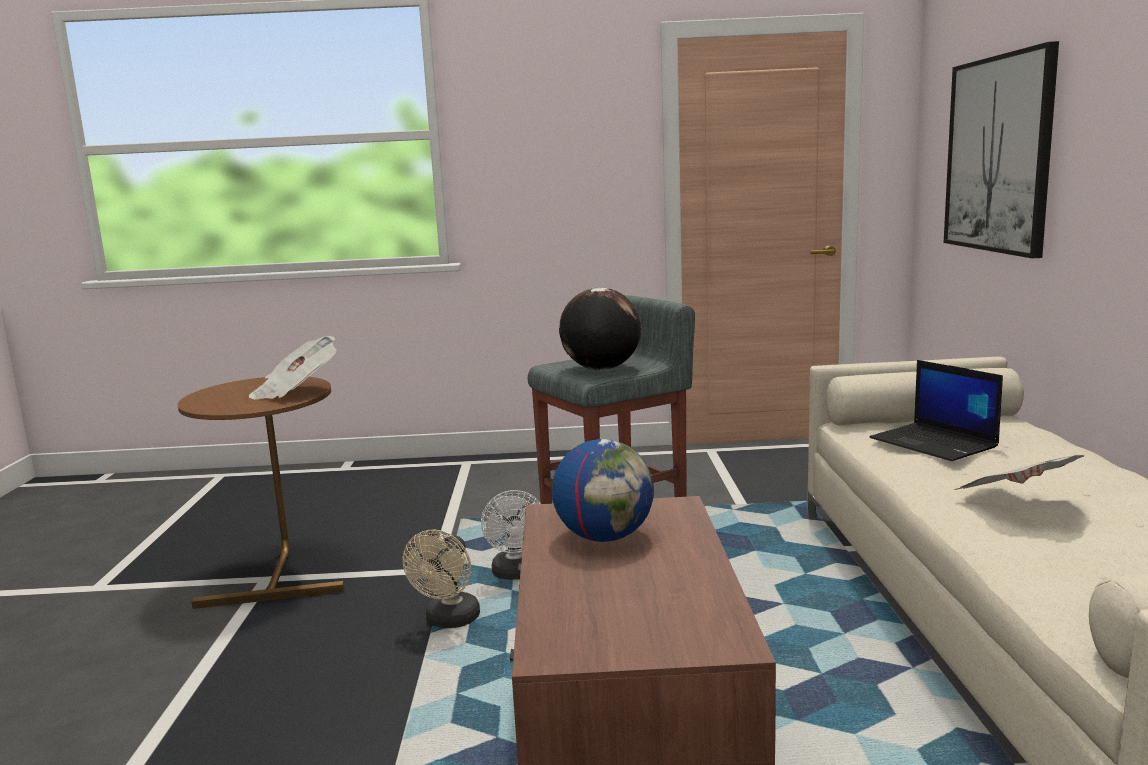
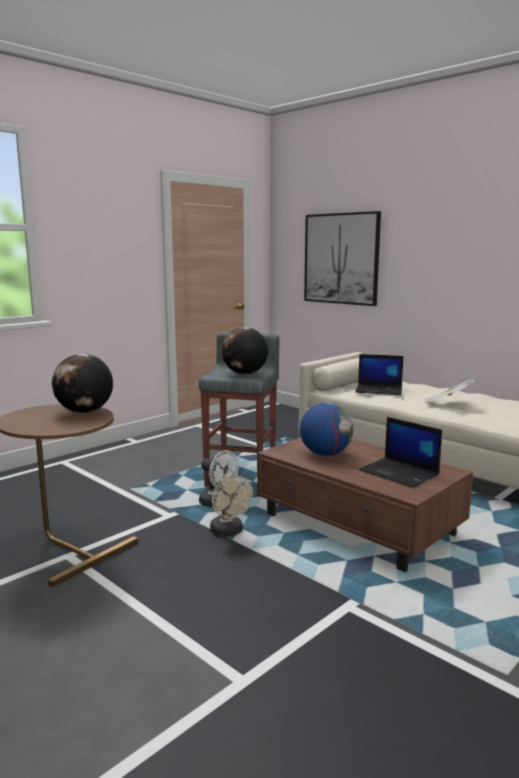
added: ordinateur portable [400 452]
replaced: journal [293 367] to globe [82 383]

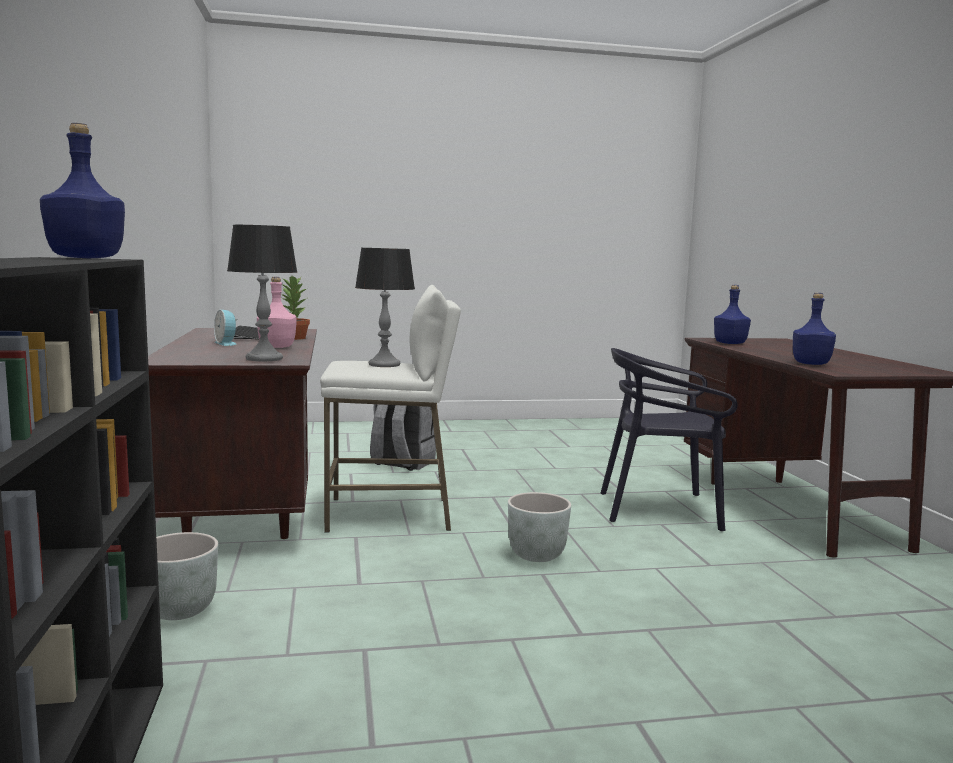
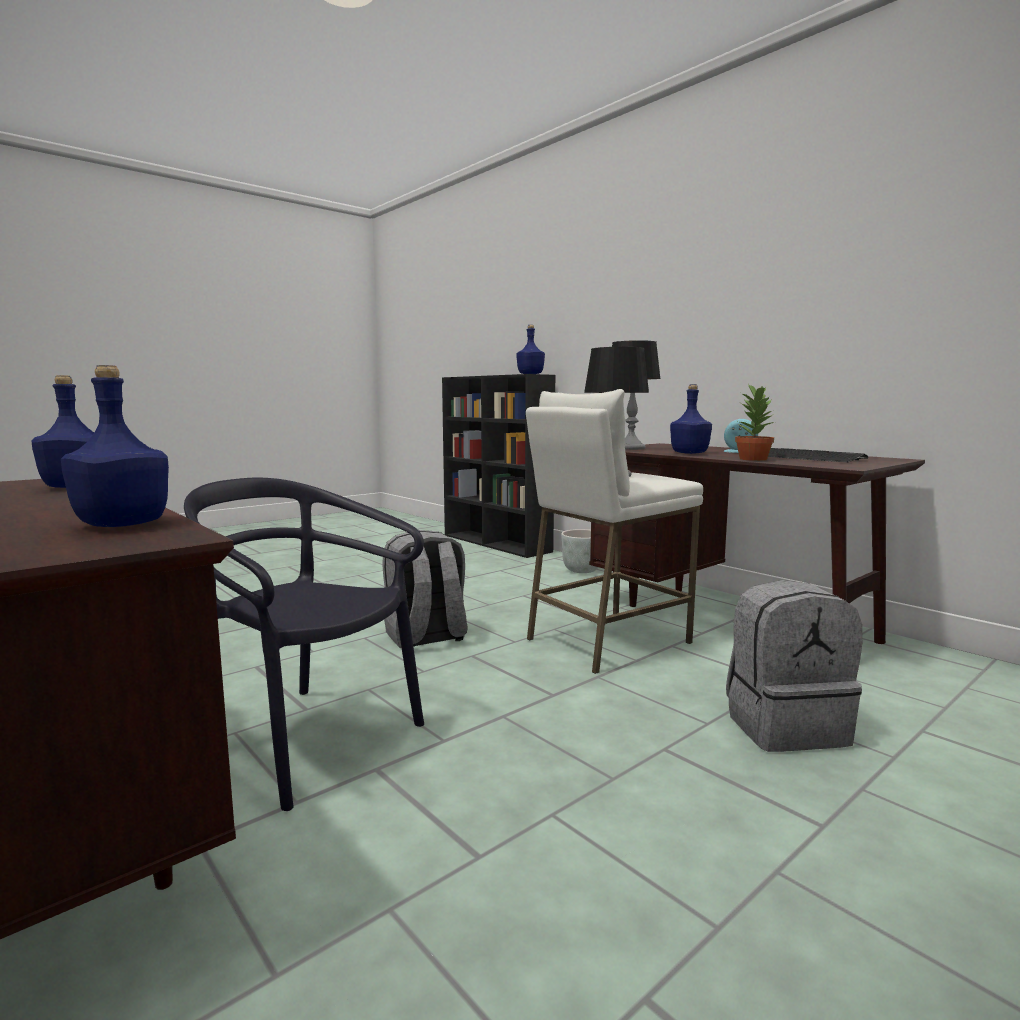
replaced: cache-pot [gris] [539 527] to sac à dos [gris] [425 589]
recoloured: bouteille [rose] [277 312] to bouteille [bleu] [691 419]
turned: chaise [noir] [669 440] = [304 644] 120 degrees counterclockwise

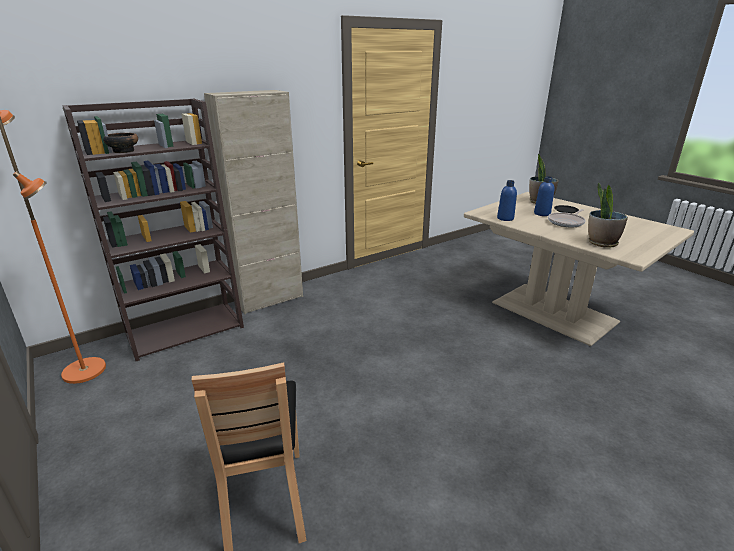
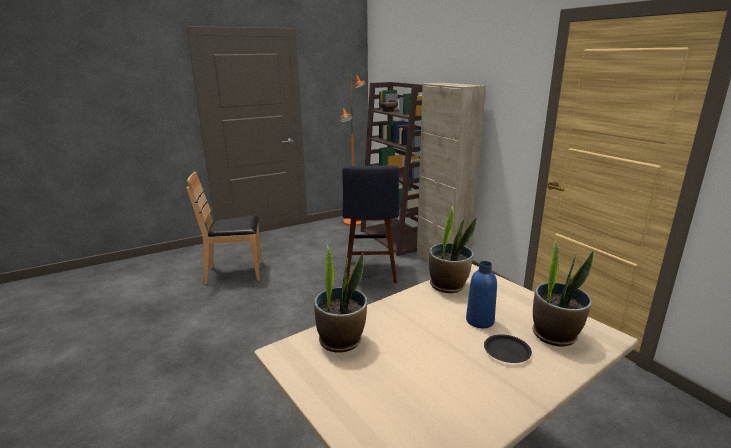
removed: poêle [567 218]
added: tabouret [bleu] [370 224]
replaced: bouteille [bleu] [507 200] to plante en pot [453 249]

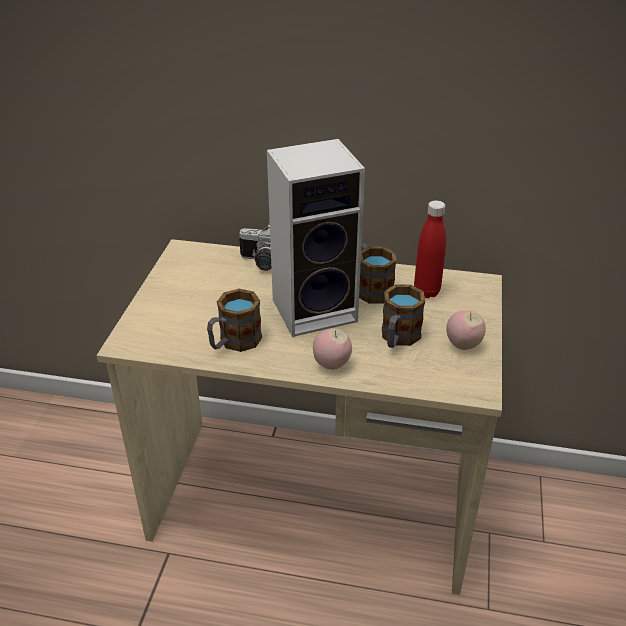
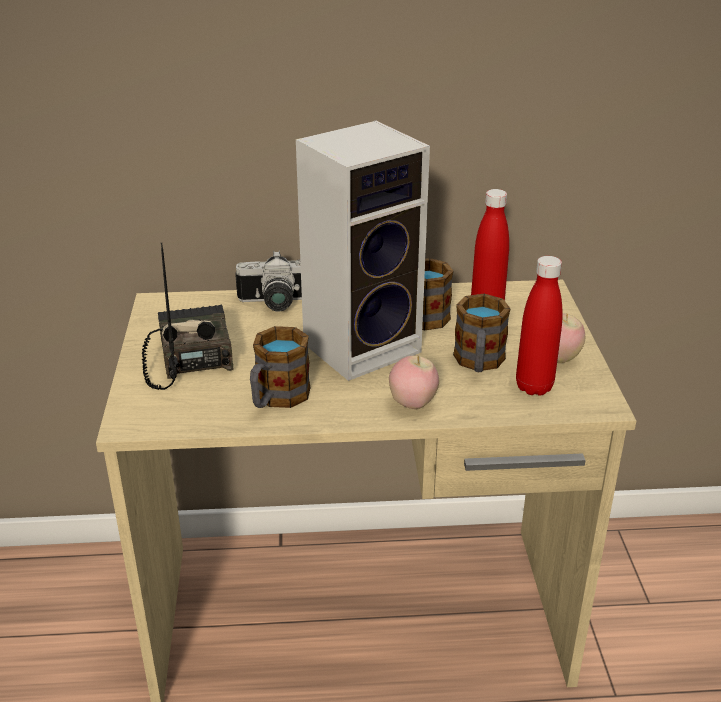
added: radio [188 316]; bouteille [rouge] [539 326]

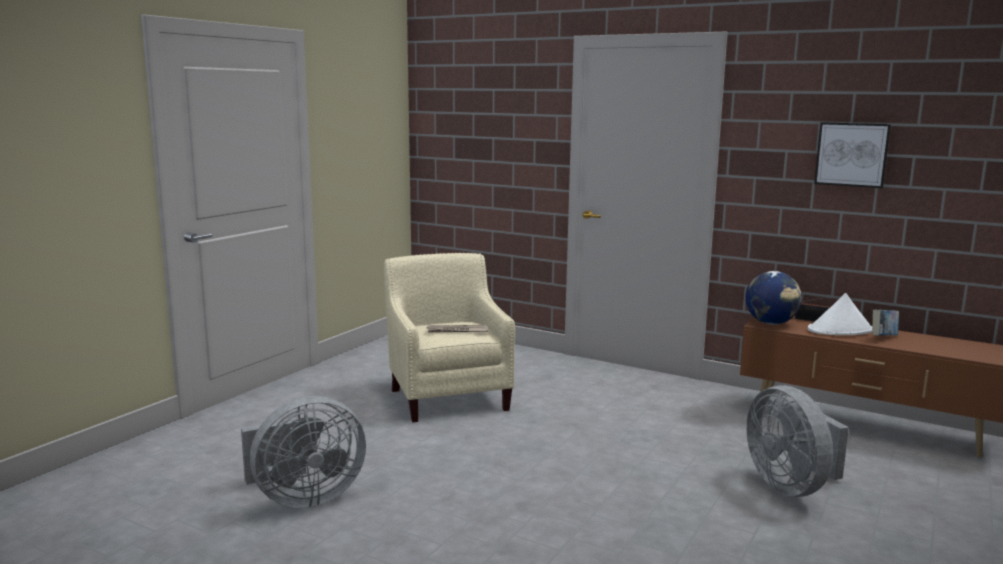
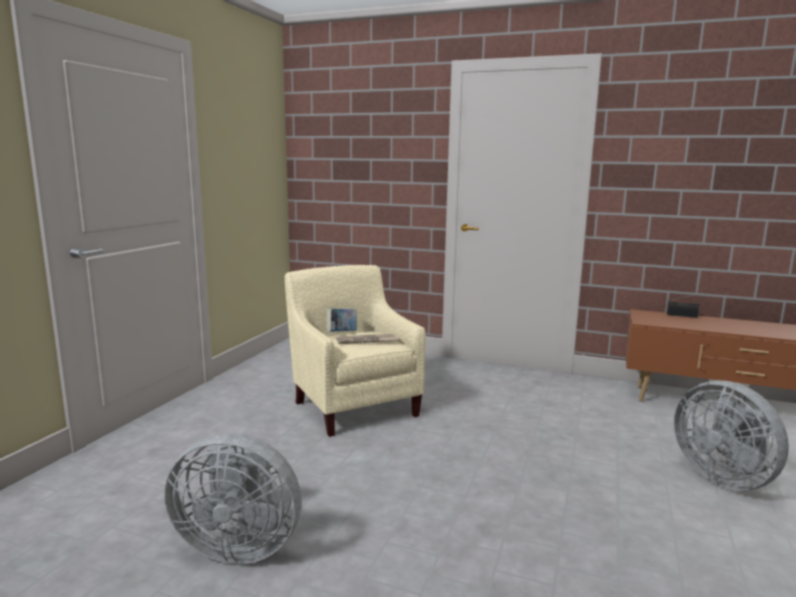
removed: globe [773 297]; chapeau [blanc] [840 314]; tableau [852 155]
moved: livre [885 323] to [341 320]
turned: ventilateur [gris] [303 452] = [233 498] 45 degrees clockwise

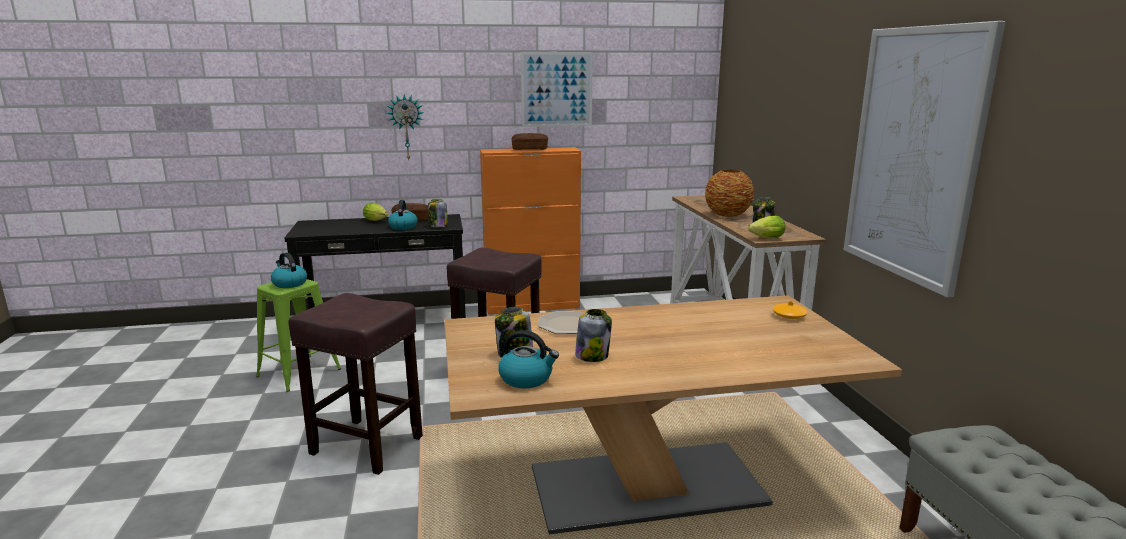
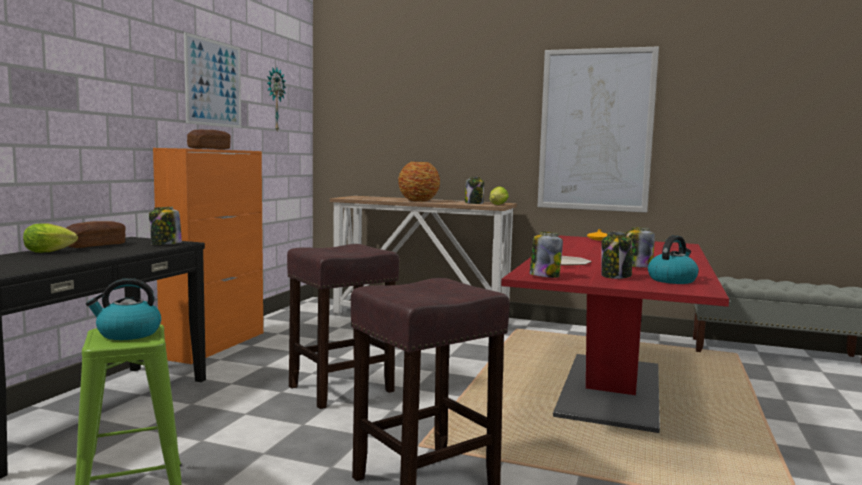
removed: bouilloire [403 215]
added: bocal [546 254]
moved: horloge murale [405 127] to [276 99]
recoloured: table à manger [beige] [673 414] to table à manger [rouge] [615 334]

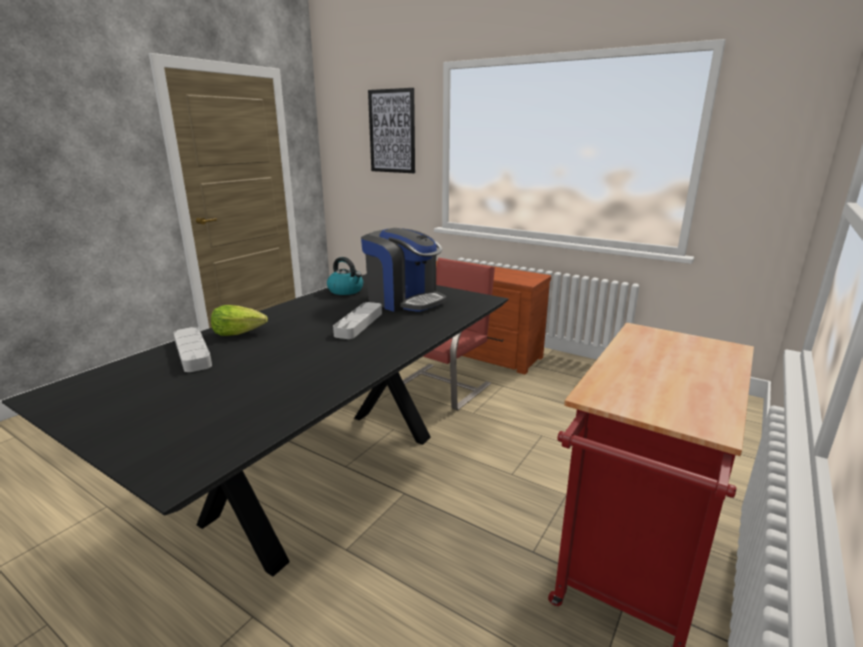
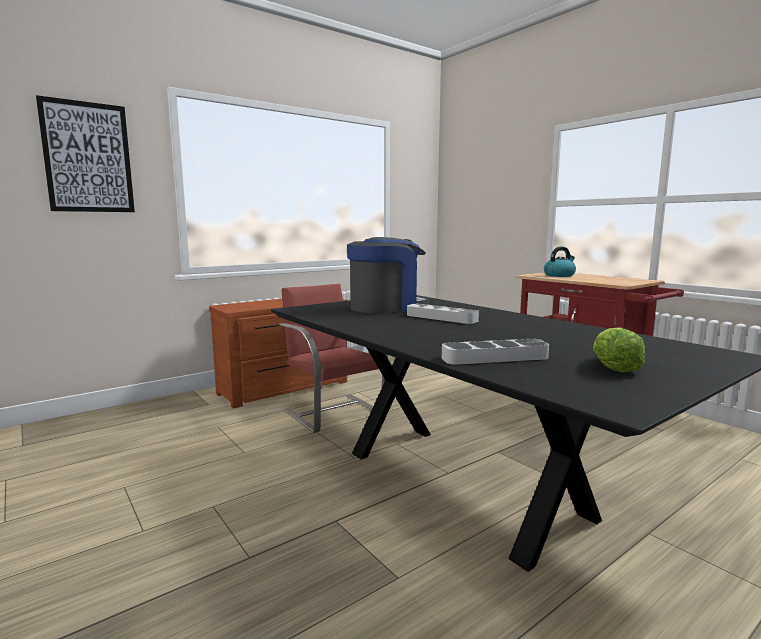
moved: laitue [239 320] to [619 349]; bouilloire [345 276] to [560 262]

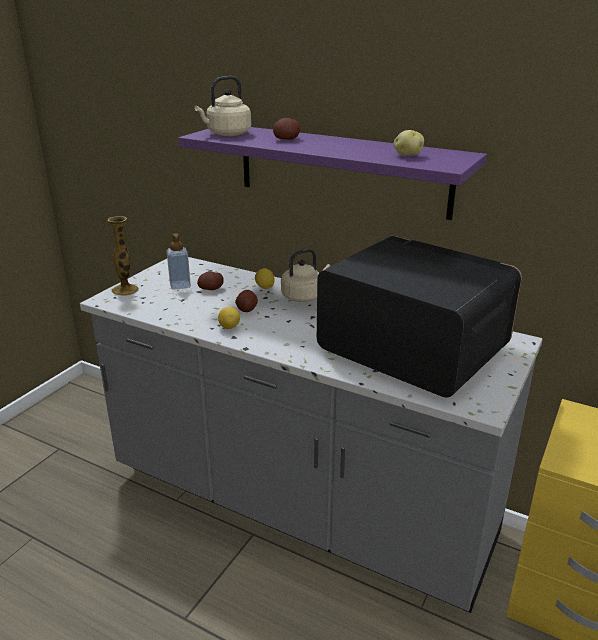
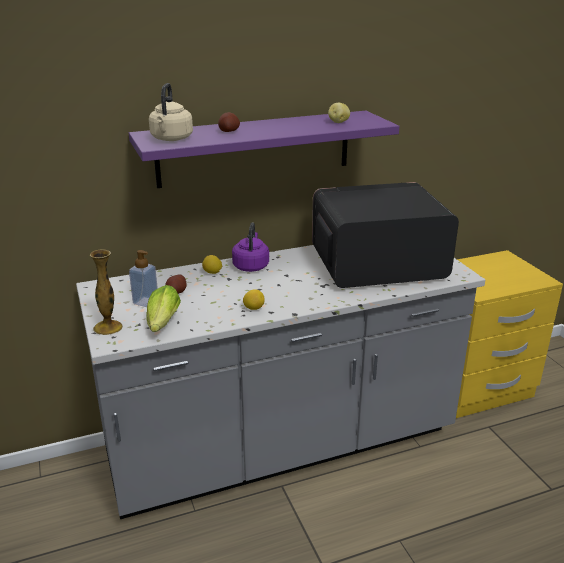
removed: pomme de terre [246 301]
added: laitue [163 308]
recoloured: bouilloire [beige] [305 275] to bouilloire [violet] [250 247]

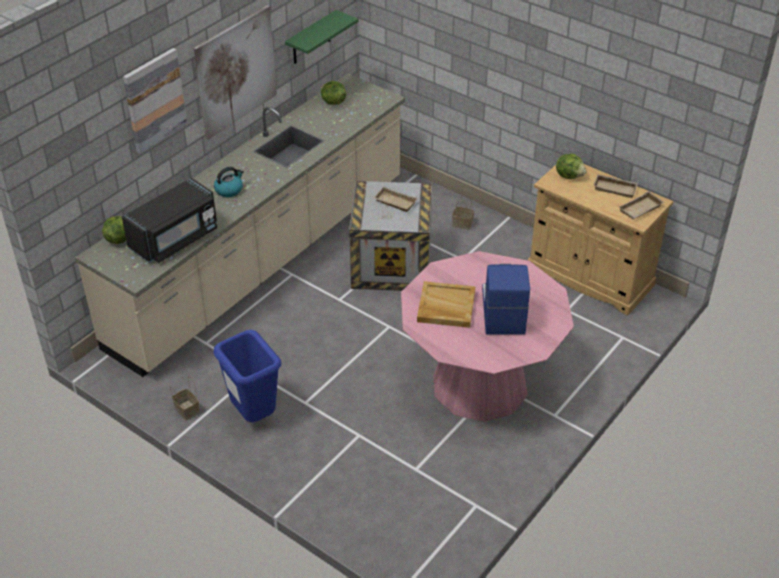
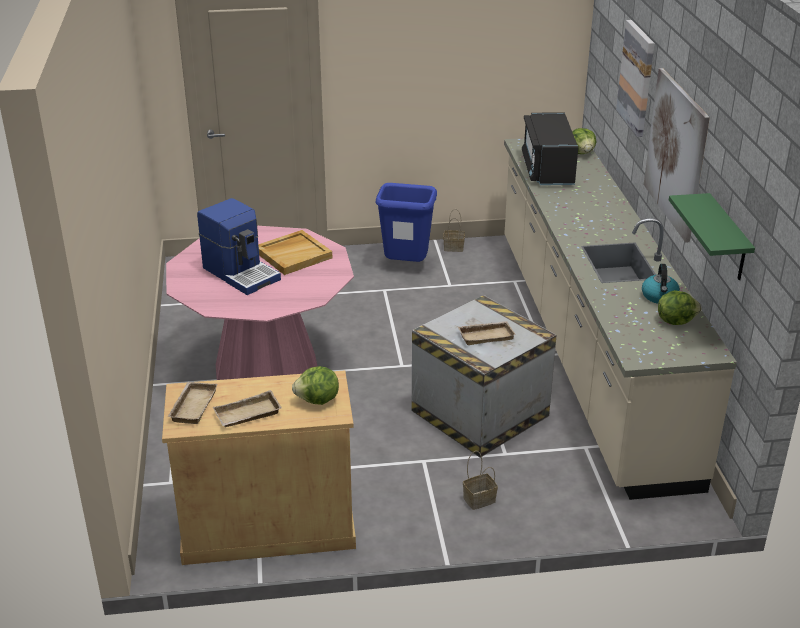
moved: bouilloire [229 182] to [661 284]

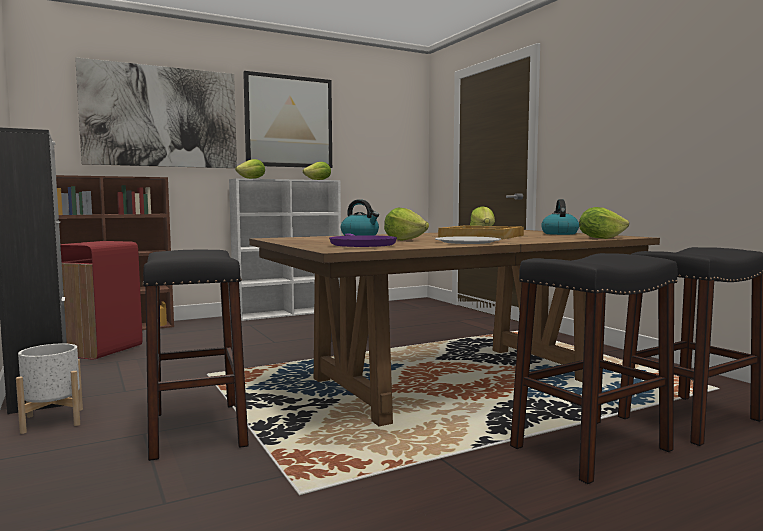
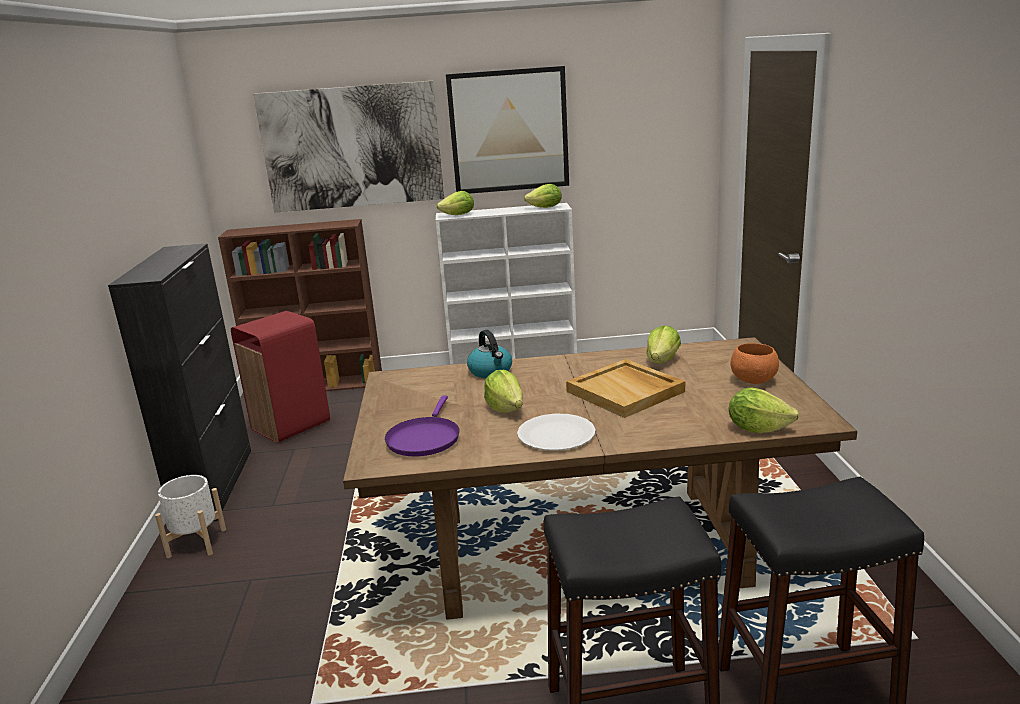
removed: tabouret [noir] [195 355]
replaced: bouilloire [560 217] to bol [orange] [754 363]

